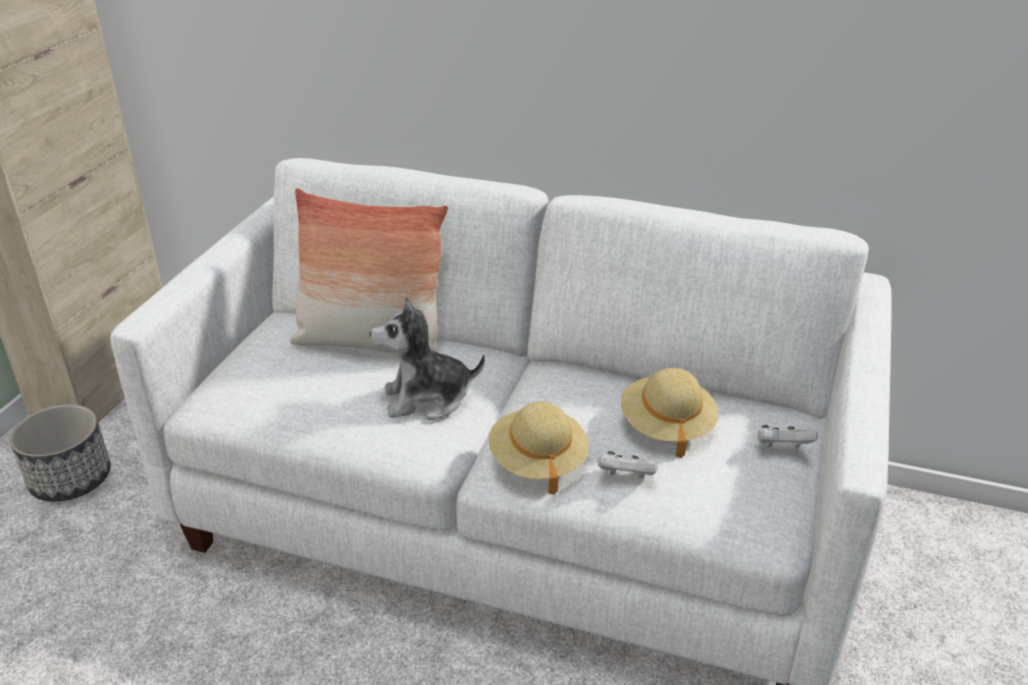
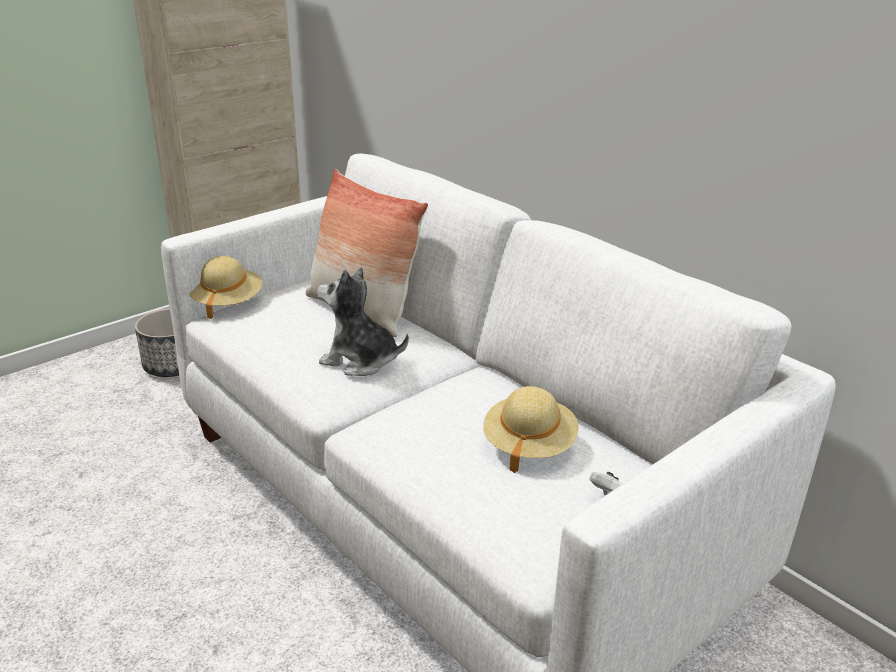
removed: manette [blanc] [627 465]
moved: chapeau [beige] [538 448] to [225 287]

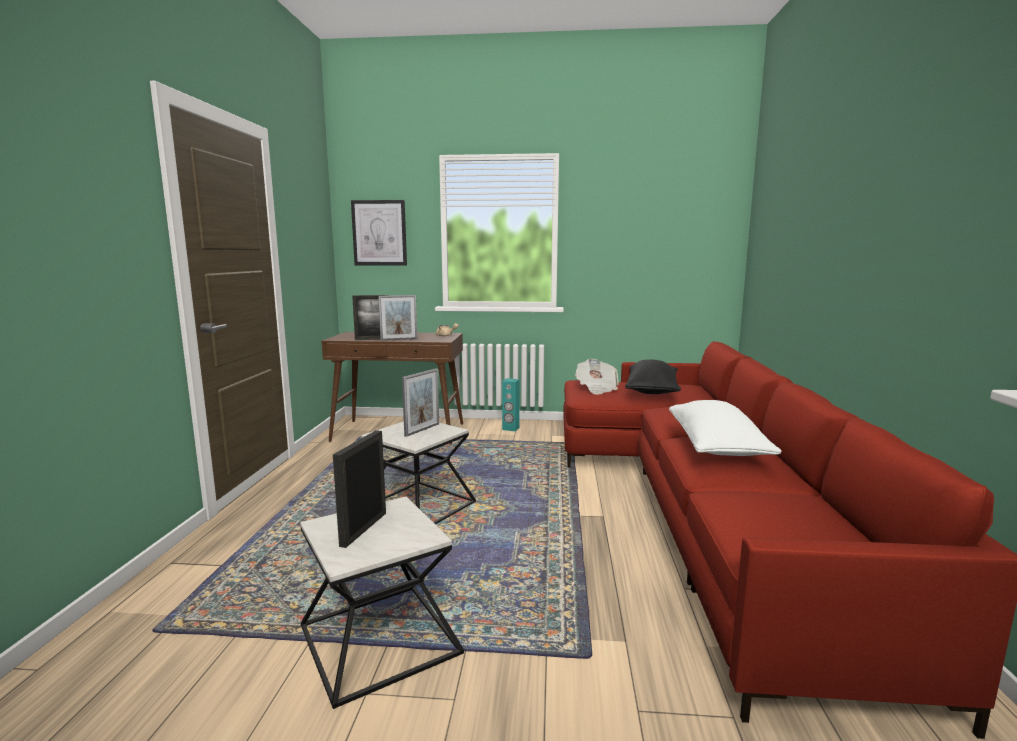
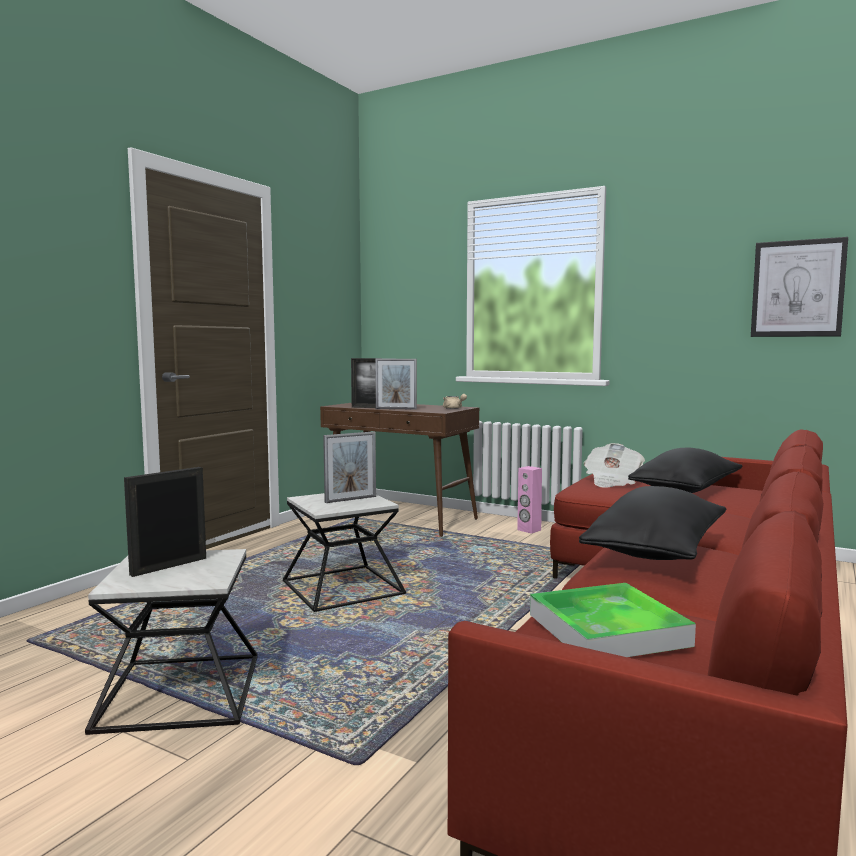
added: plateau [613 620]
moved: tableau [379 233] to [799 287]
recoloured: enceinte [turquoise] [511 405] to enceinte [rose] [529 500]; coussin [blanc] [725 428] to coussin [noir] [652 523]

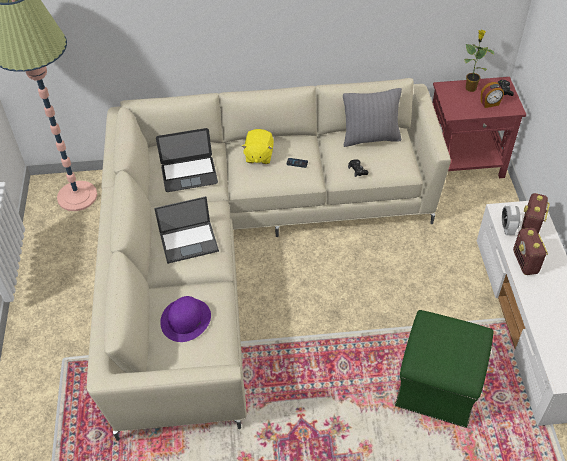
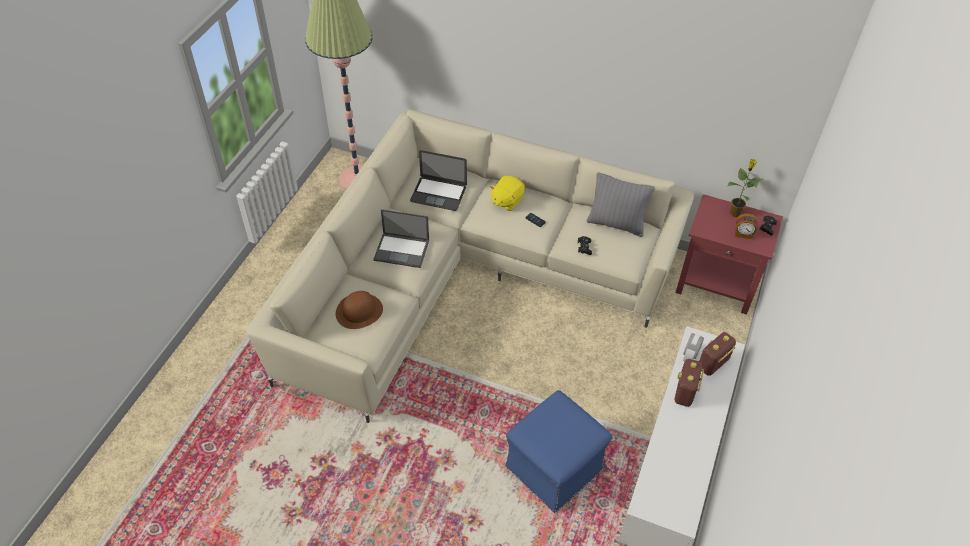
recoloured: chapeau [violet] [185 319] to chapeau [marron] [359 310]; pouf [vert] [444 369] to pouf [bleu] [559 451]

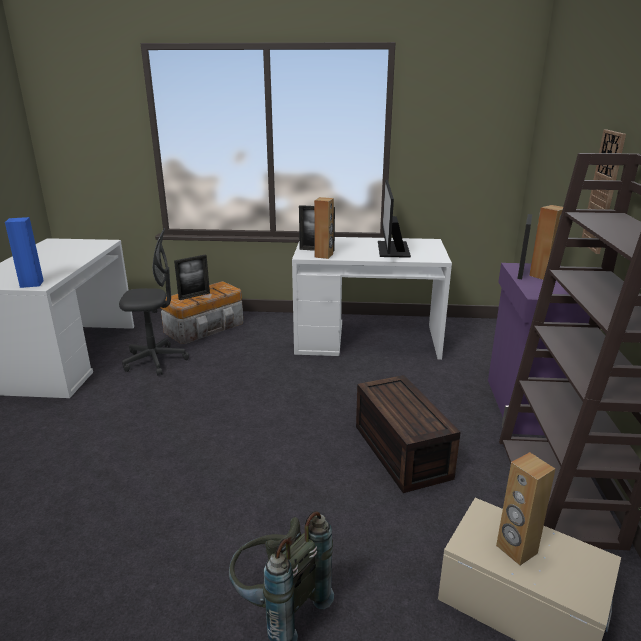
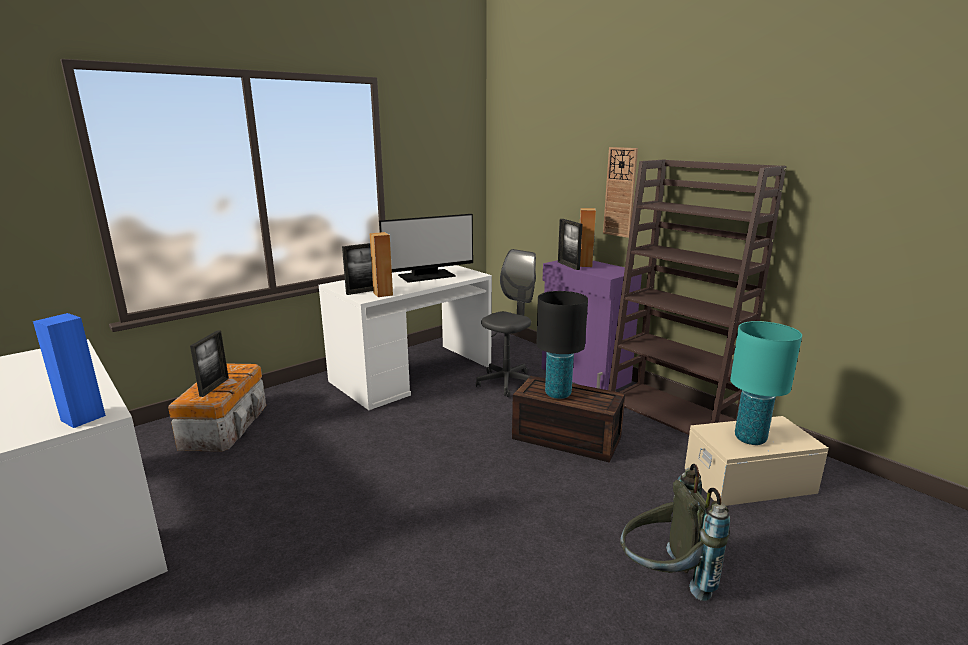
added: lampe de table [noir] [562 345]
moved: chaise de bureau [gris] [154 302] to [506 323]
replaced: enceinte [marron] [526 508] to lampe de table [turquoise] [766 383]
turned: écran d'ordinateur [394 219] = [426 248] 75 degrees counterclockwise

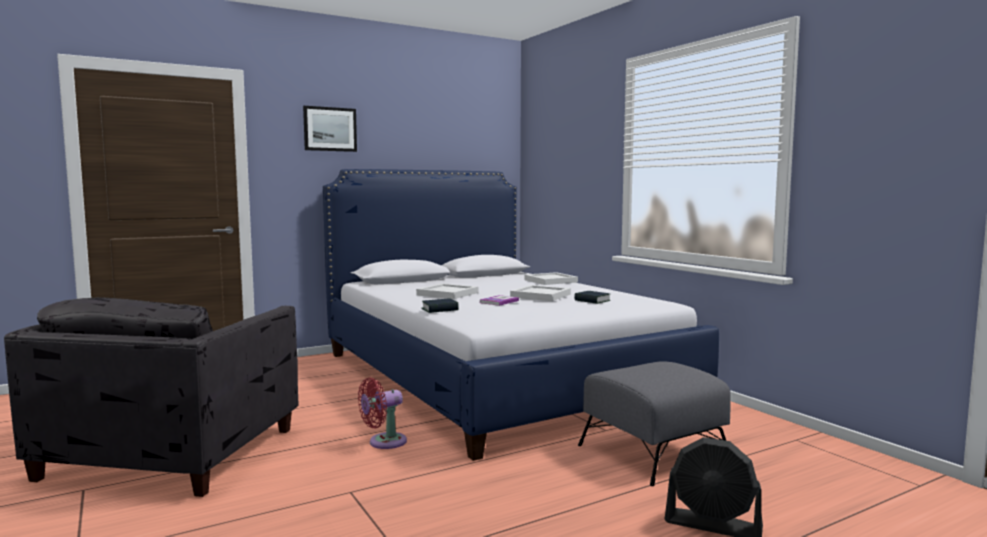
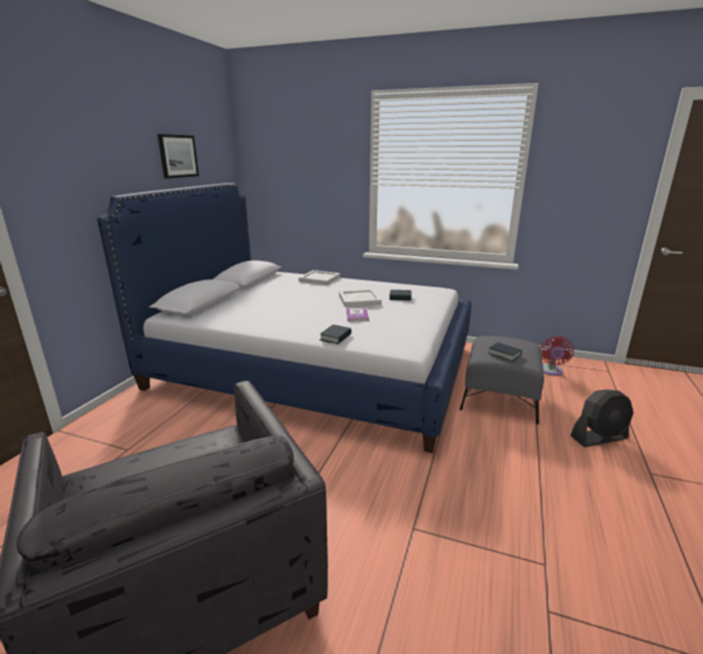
removed: plateau [blanc] [447 291]
added: livre [505 352]
moved: tableau [330 129] to [178 156]; ventilateur [rouge] [382 413] to [557 356]

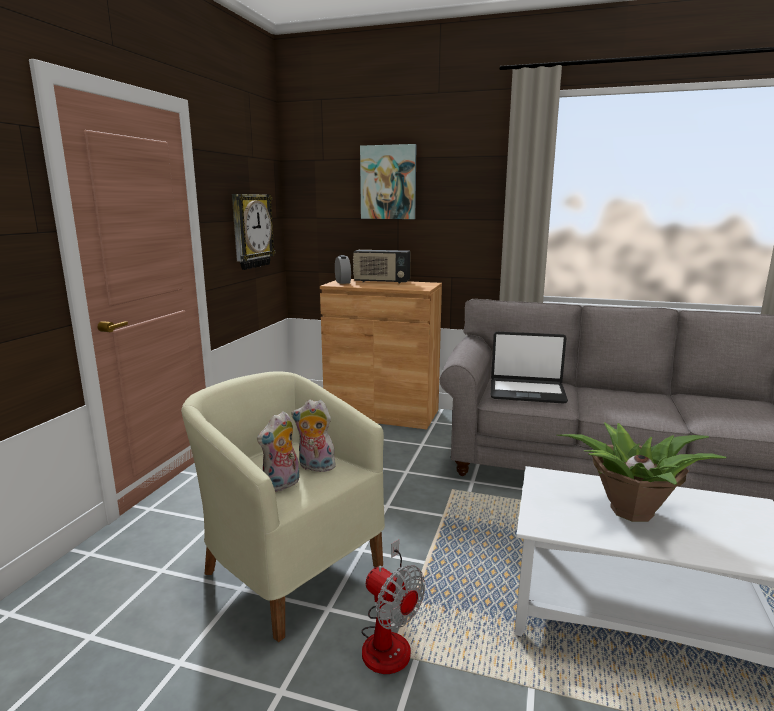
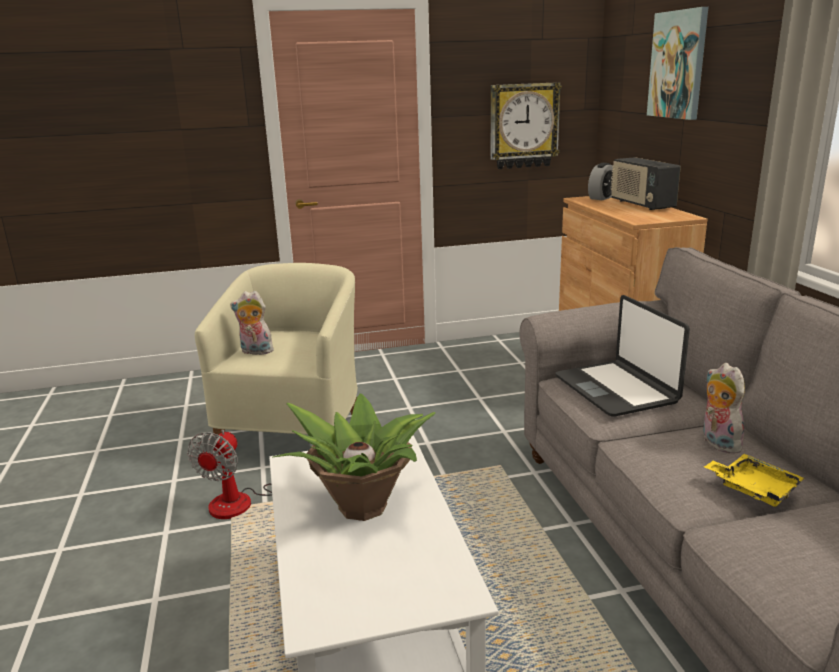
added: plateau [jaune] [754 480]
moved: peluche [314 436] to [723 408]

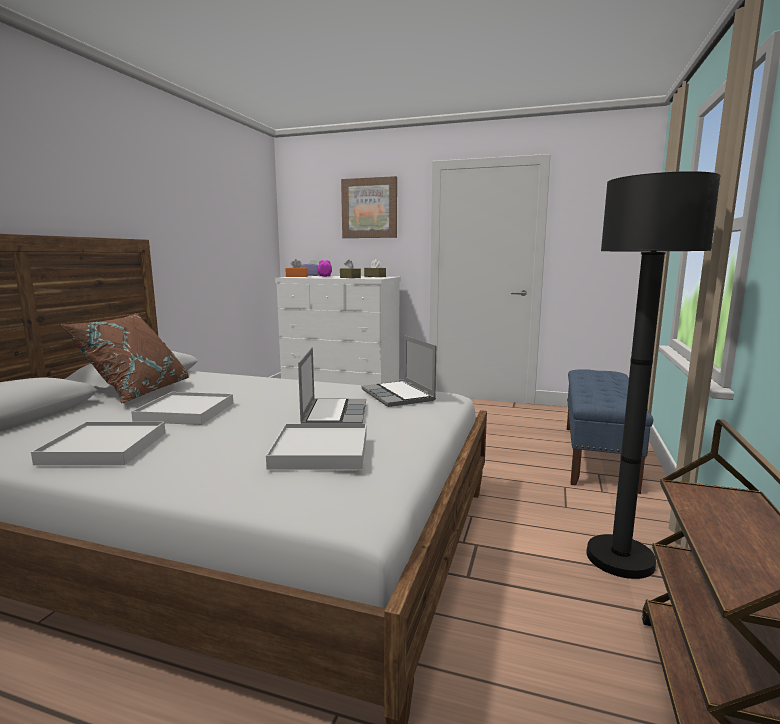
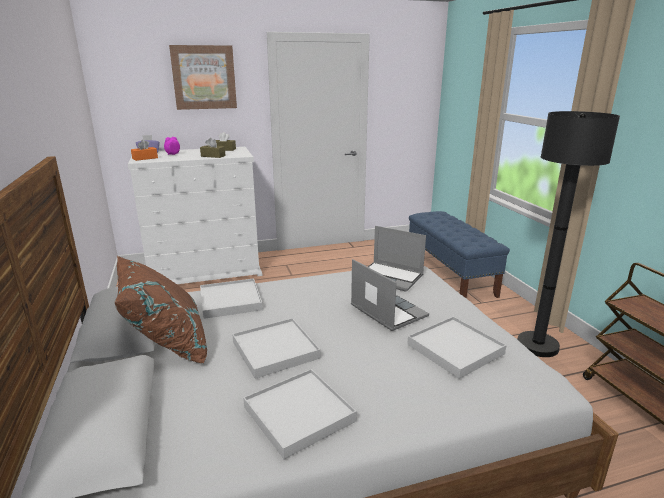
added: plateau [blanc] [231 298]

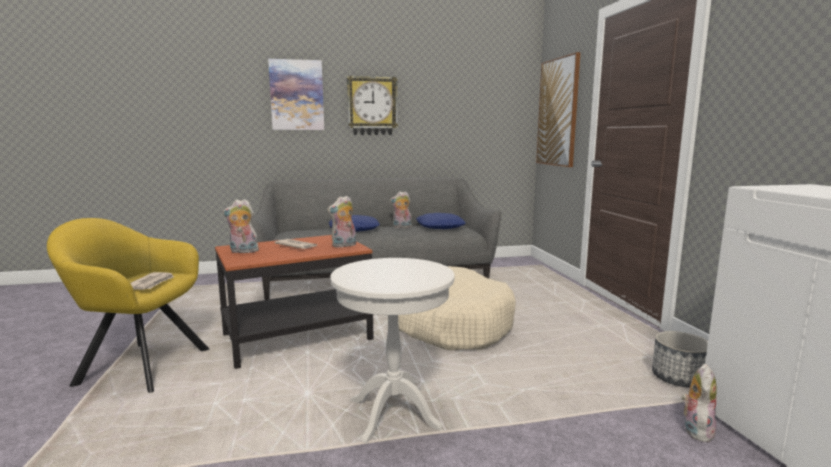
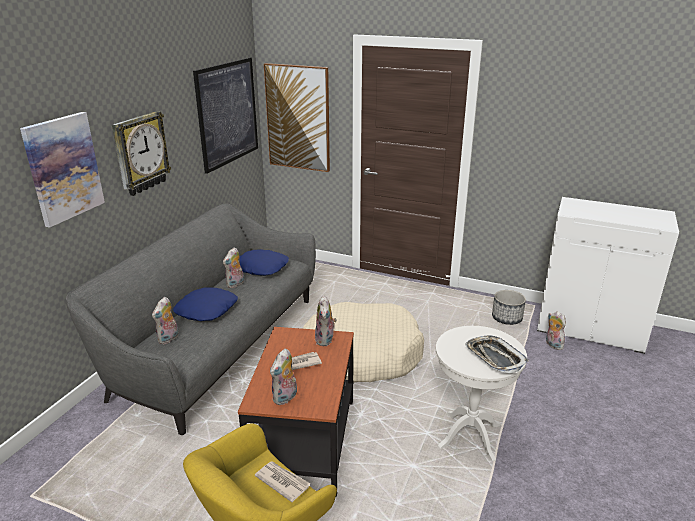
added: peluche [165 320]; tableau [225 115]; plateau [497 354]

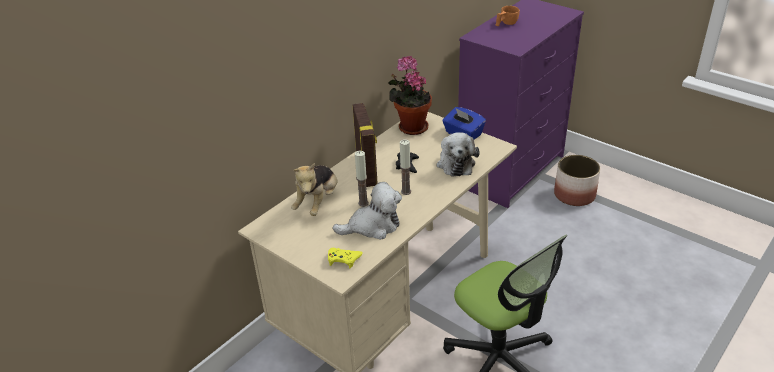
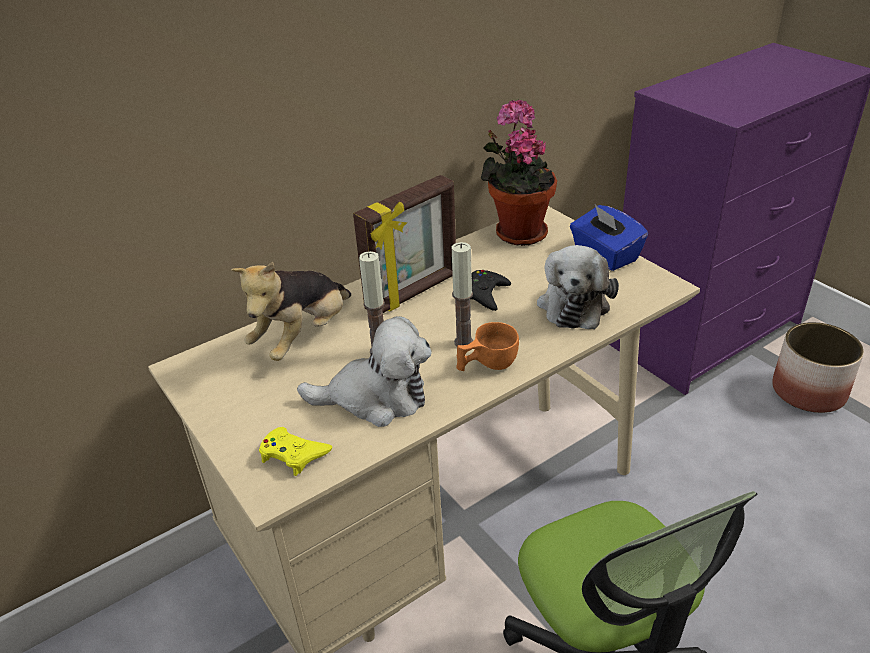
moved: tasse [orange] [508 16] to [487 346]
turned: cadre photo [365 145] = [404 244] 45 degrees clockwise

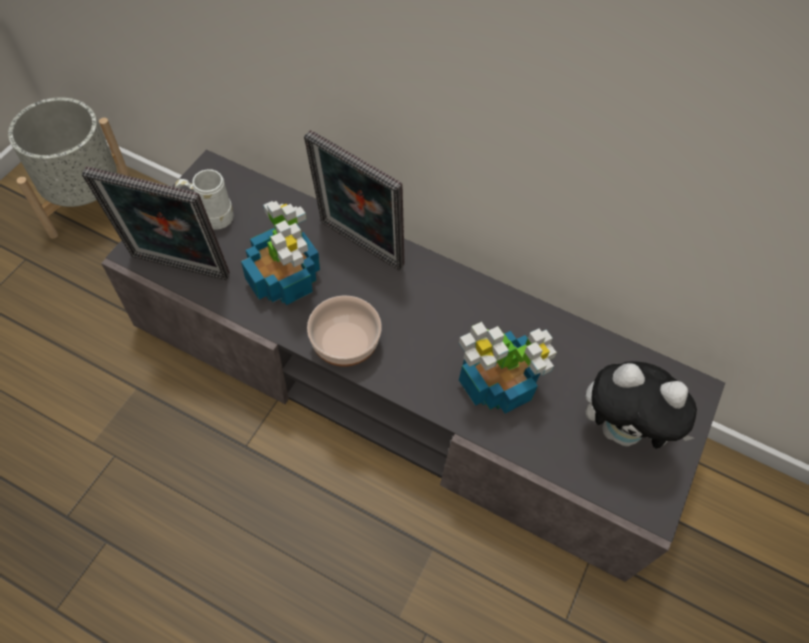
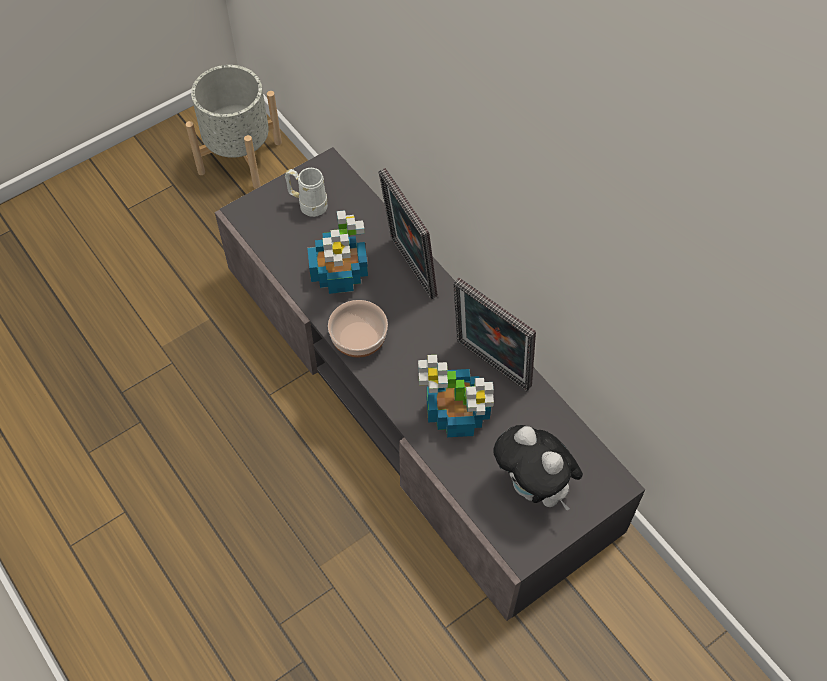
moved: cadre photo [156 223] to [494 335]

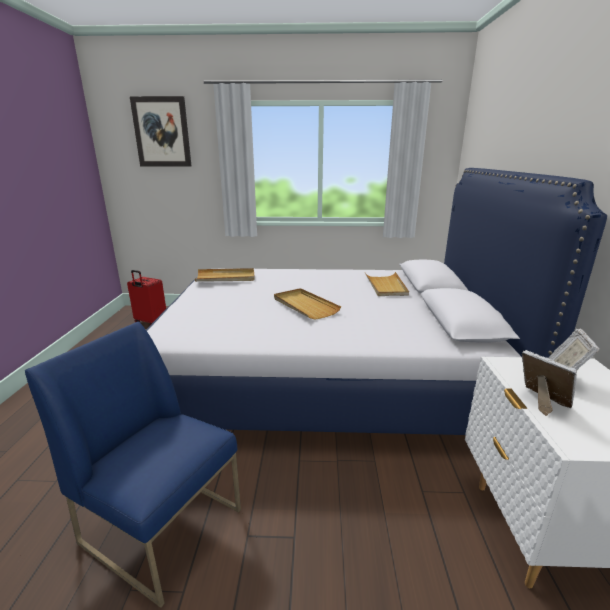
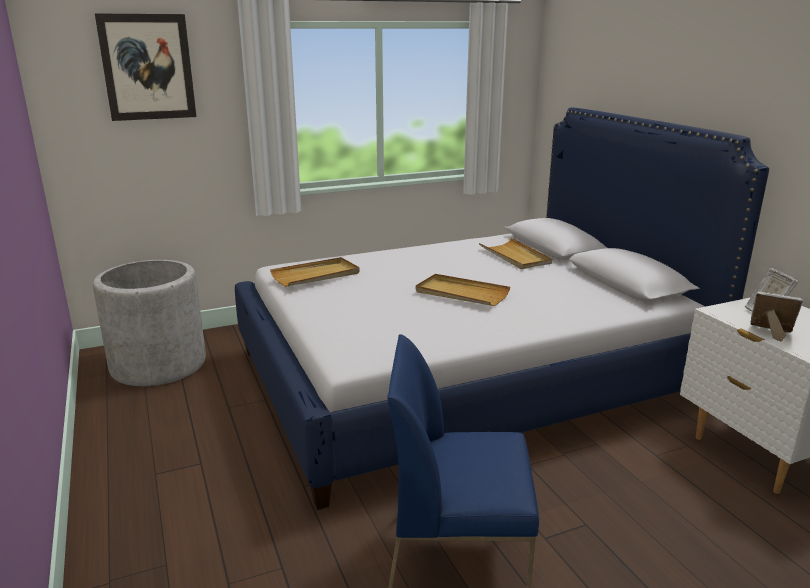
replaced: valise [rouge] [146 297] to cache-pot [gris] [149 323]

